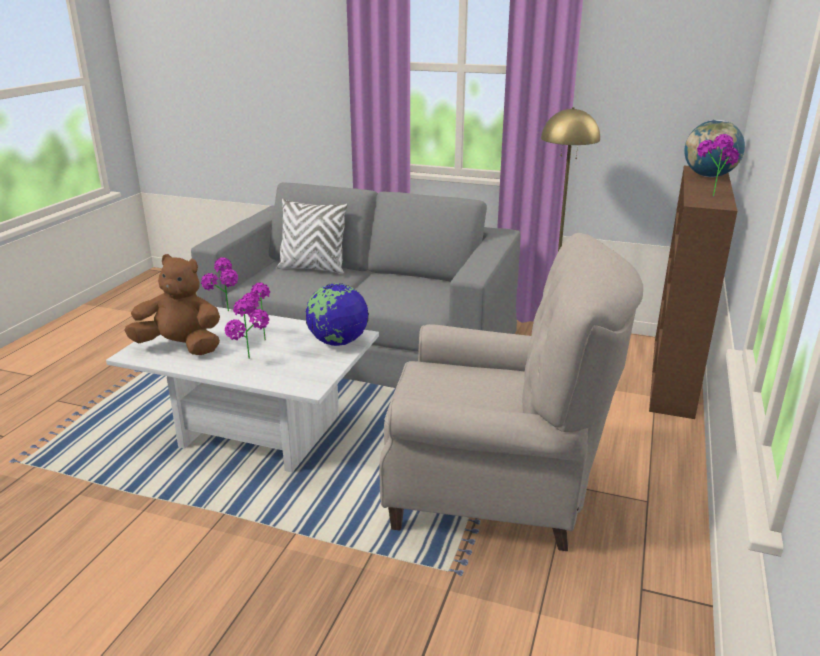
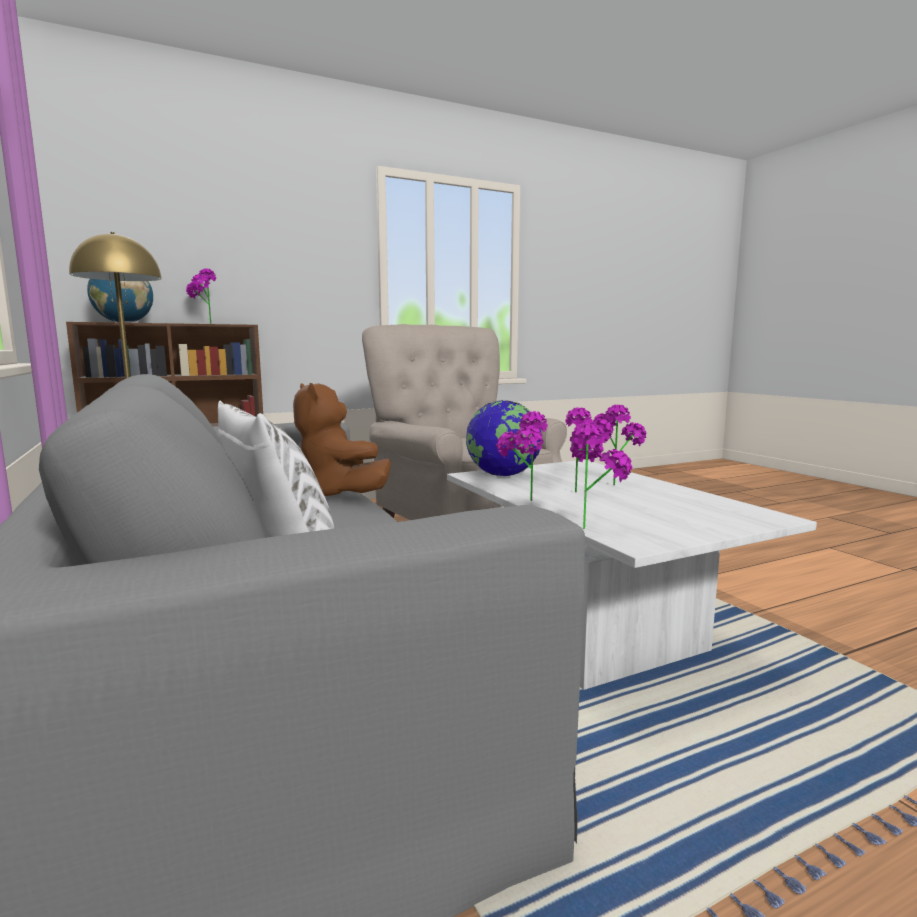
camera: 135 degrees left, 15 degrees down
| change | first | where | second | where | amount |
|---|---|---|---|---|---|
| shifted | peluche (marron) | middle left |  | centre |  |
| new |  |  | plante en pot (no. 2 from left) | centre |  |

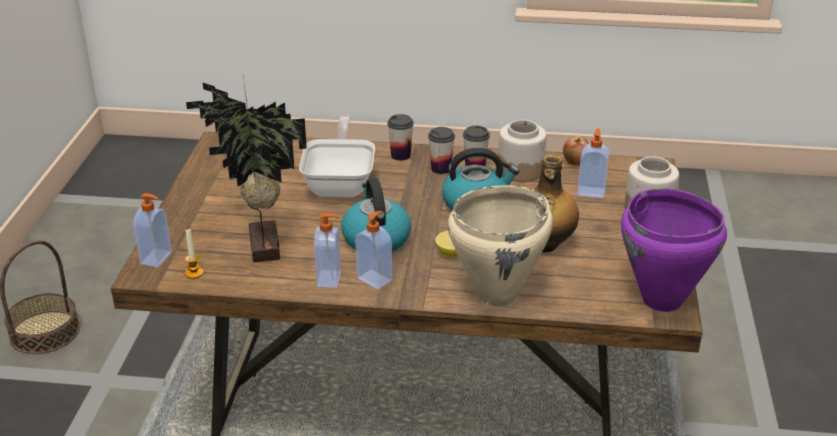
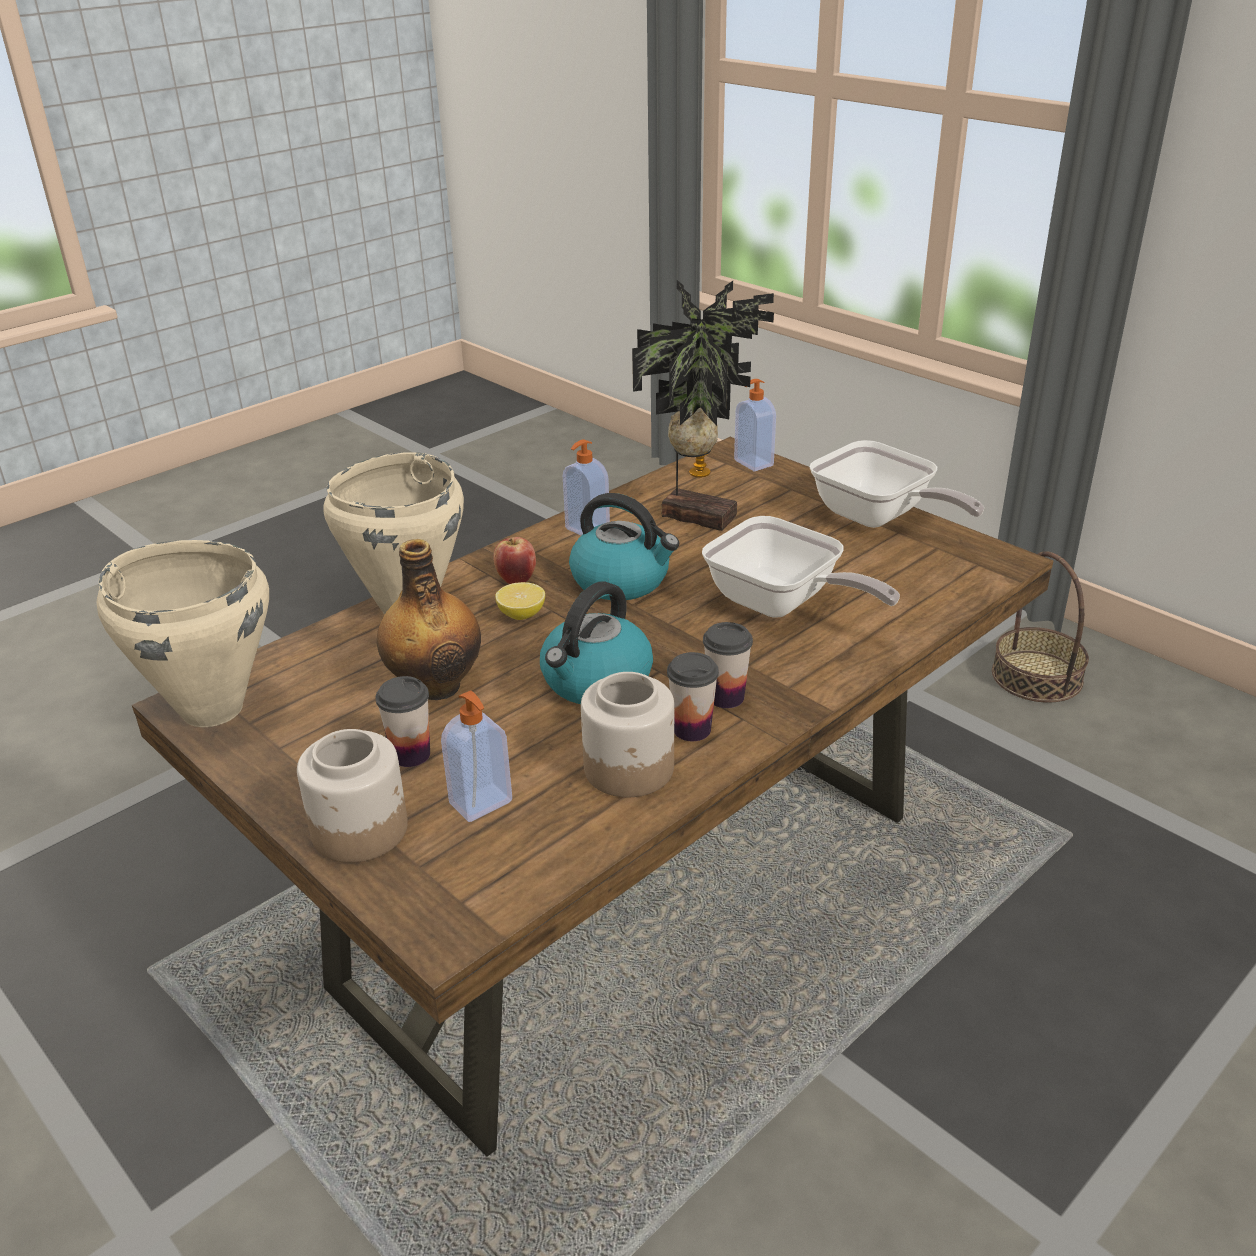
camera: 130 degrees right, 0 degrees up
| change | first | where | second | where | amount |
|---|---|---|---|---|---|
| gone | distributeur de savon (no. 3 from left) | centre |  |  |  |
| shifted | tasse (no. 1 from left) | top centre |  | middle left |  |
| shifted | pomme | middle right |  | centre |  |
| repainted | marmite (violet) | middle right | marmite (beige) (no. 1 from left) | middle left |  |
| new |  |  | poêle (no. 2 from left) | middle right |  |

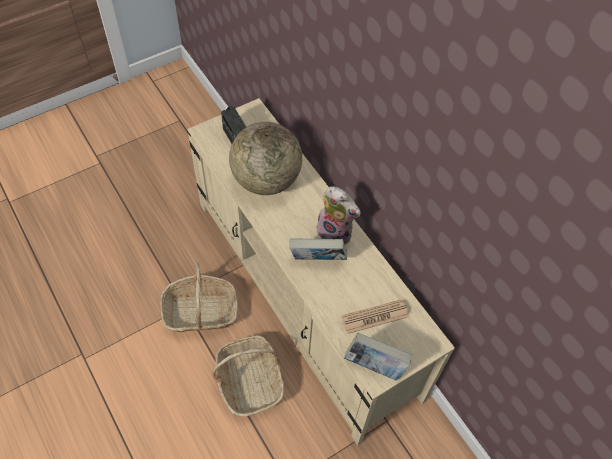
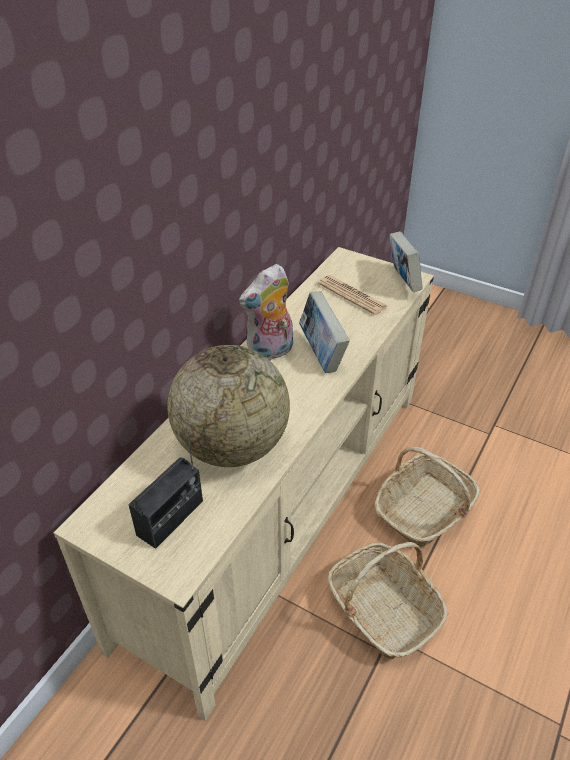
camera: 115 degrees left, 15 degrees down
| change | first | where | second | where | amount |
|---|---|---|---|---|---|
| rotated | peluche | centre |  | centre | 135 degrees counterclockwise |

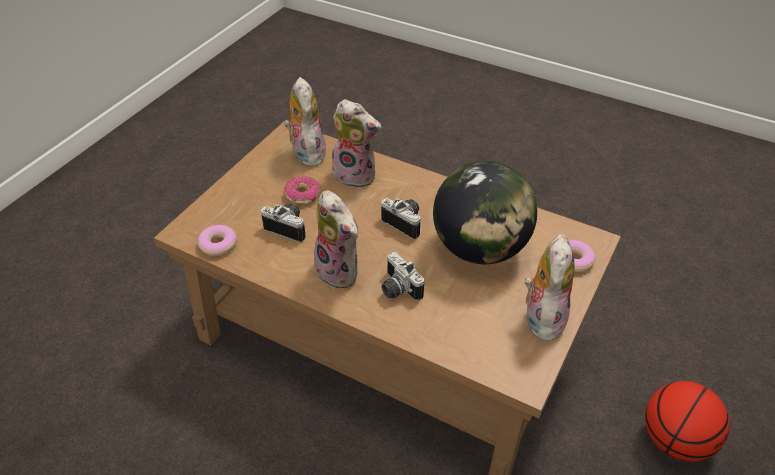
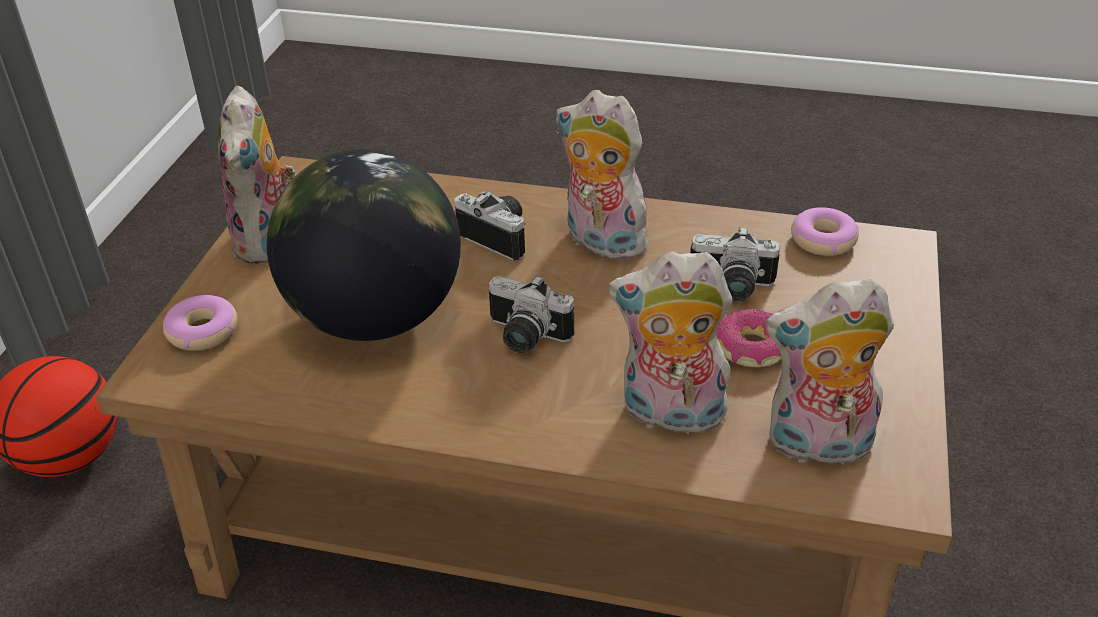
camera: 165 degrees right, 5 degrees down
| change | first | where | second | where | amount |
|---|---|---|---|---|---|
| rotated | peluche (no. 1 from left in the first image) | top centre | peluche (no. 4 from left) | middle right | 120 degrees clockwise |

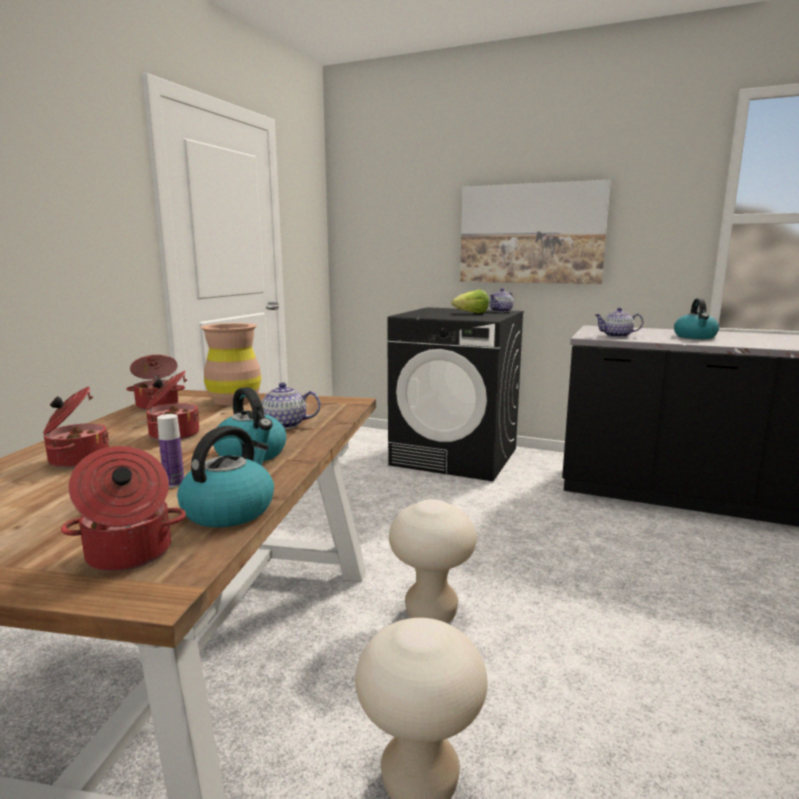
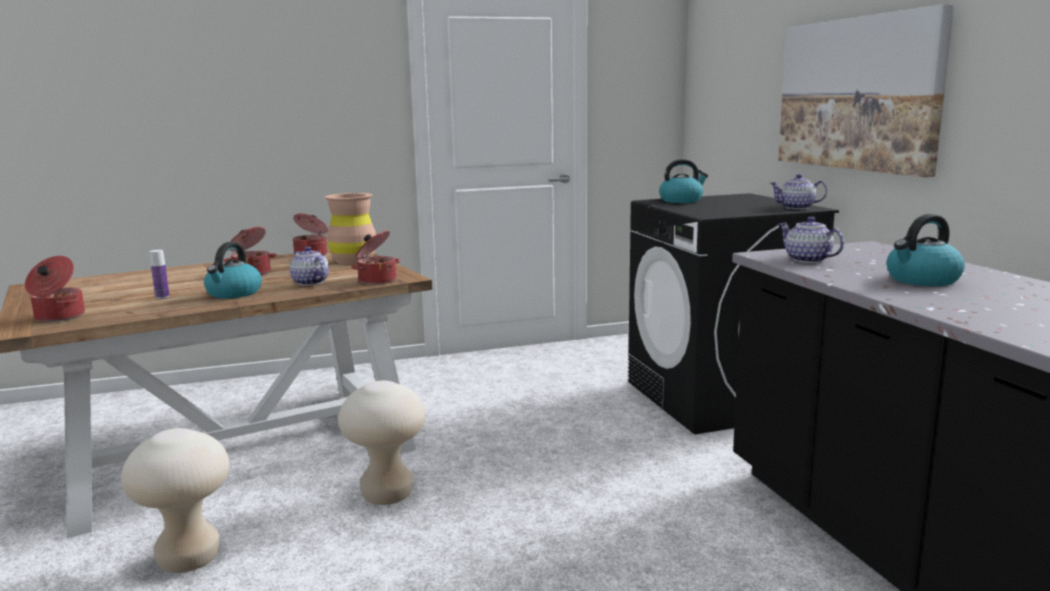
camera: 50 degrees right, 0 degrees up
| change | first | where | second | where | amount |
|---|---|---|---|---|---|
| shifted | marmite (no. 1 from left in the first image) | middle left | marmite (no. 4 from left) | centre |  |
| shifted | bouilloire (no. 1 from left in the first image) | middle left | bouilloire (no. 2 from left) | top centre |  |
| gone | laitue | centre |  |  |  |

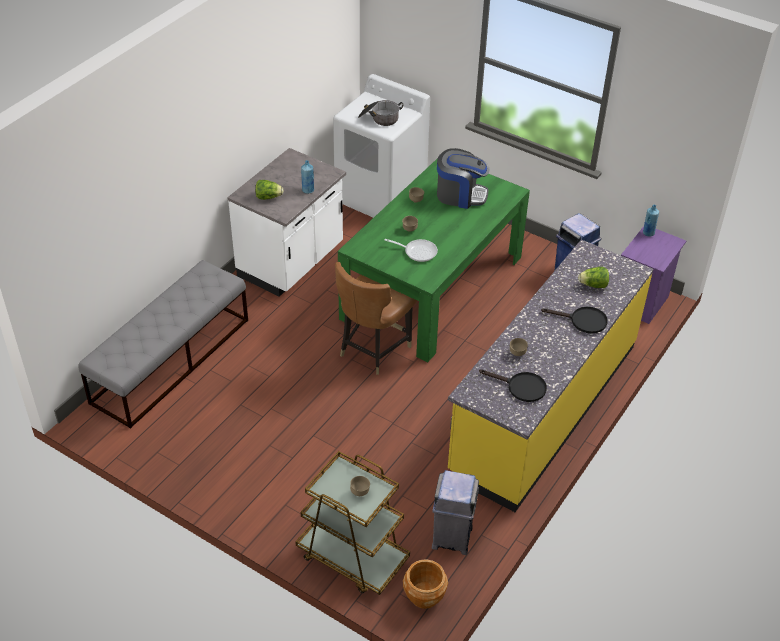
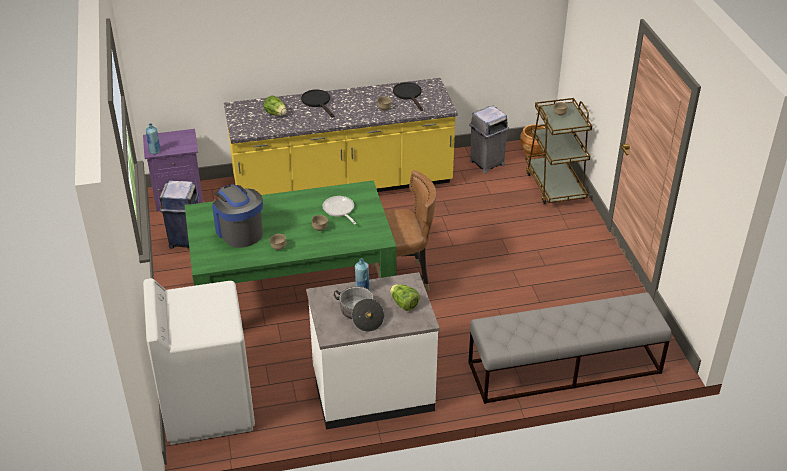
camera: 135 degrees left, 5 degrees down
| change | first | where | second | where | amount |
|---|---|---|---|---|---|
| shifted | marmite | top centre |  | centre |  |

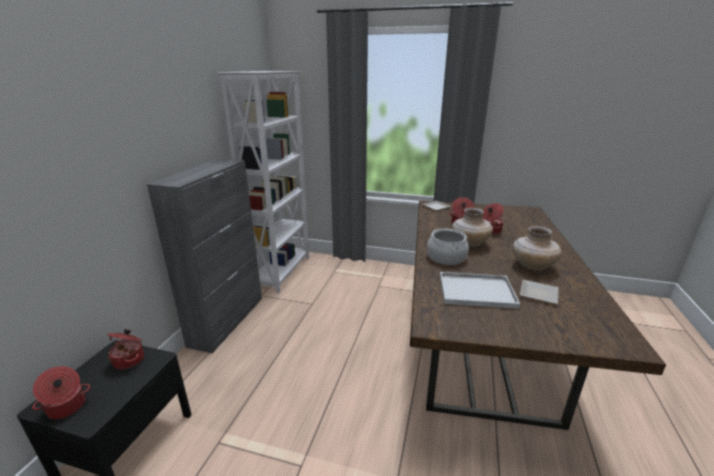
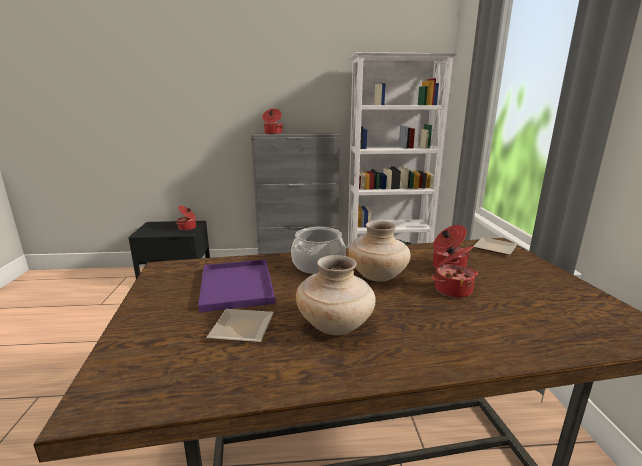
camera: 70 degrees right, 5 degrees down
| change | first | where | second | where | amount |
|---|---|---|---|---|---|
| shifted | marmite (no. 1 from left in the first image) | bottom left | marmite (no. 2 from left) | top centre |  |
| repainted | plateau (blanc) | middle right | plateau (violet) | centre |  |

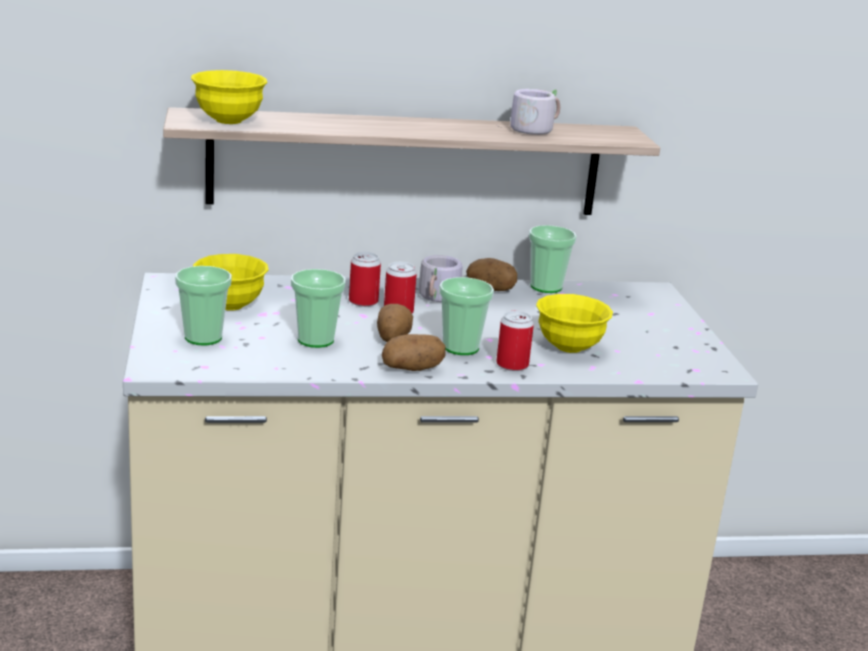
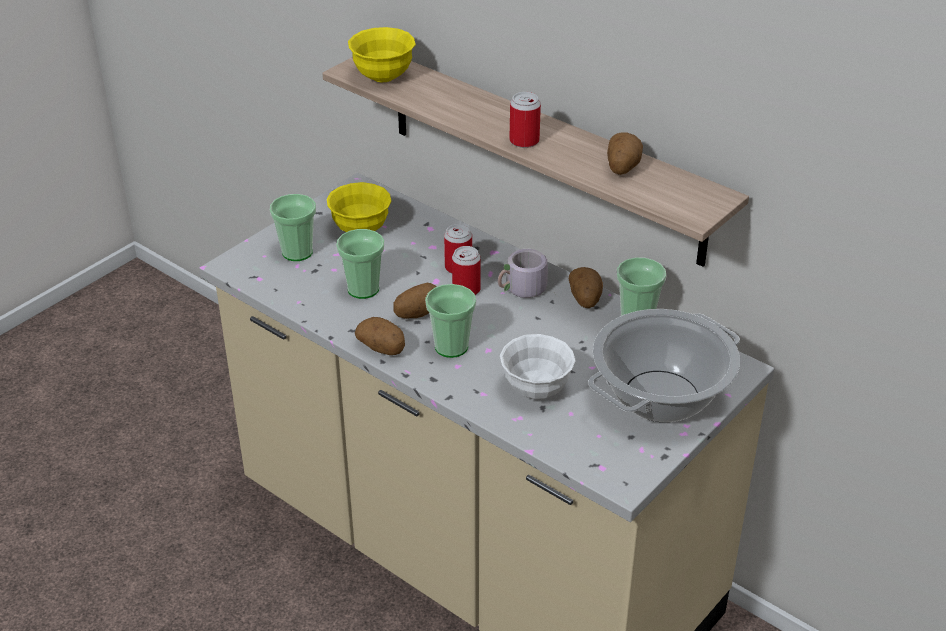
camera: 50 degrees right, 15 degrees up
| change | first | where | second | where | amount |
|---|---|---|---|---|---|
| shifted | boîte métallique (no. 3 from left) | centre |  | top centre |  |
| swapped | mug (gris) (no. 2 from left) | top centre | pomme de terre (no. 4 from left) | top centre |  |
| repainted | bol (jaune) (no. 3 from left) | centre | bol (blanc) | centre |  |
| new |  |  | marmite | middle right |  |

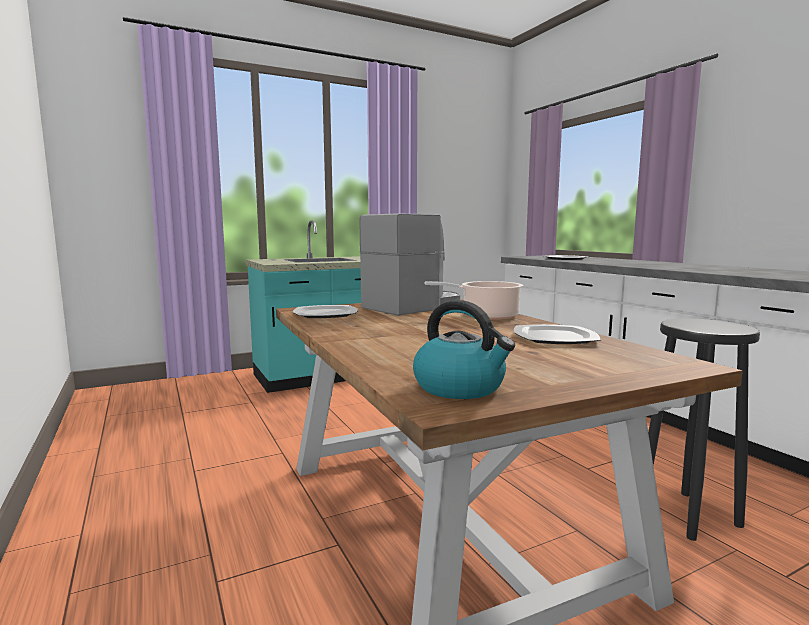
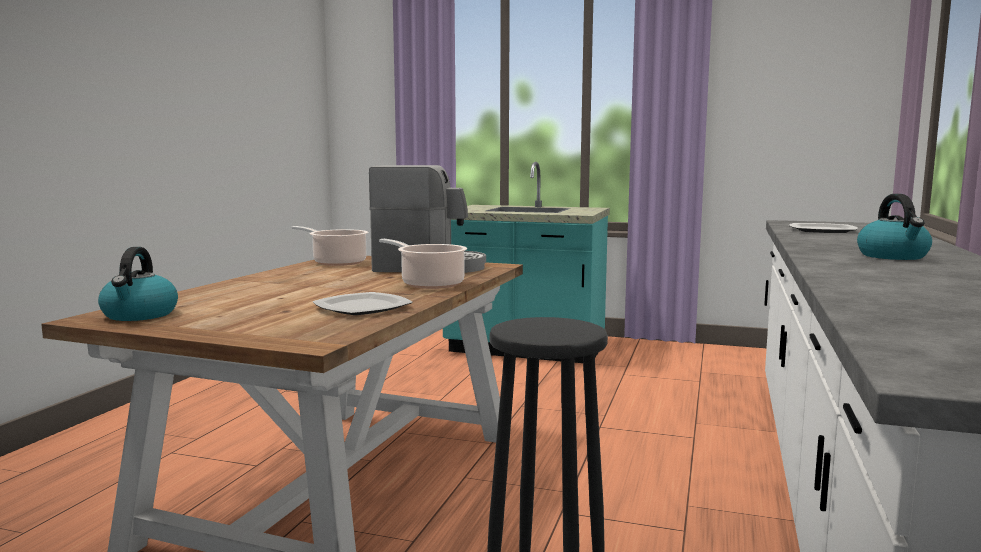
camera: 45 degrees right, 0 degrees up
| change | first | where | second | where | amount |
|---|---|---|---|---|---|
| swapped | assiette (no. 1 from left) | centre | marmite (no. 1 from left) | centre |  |
| new |  |  | bouilloire (no. 2 from left) | middle right |  |

